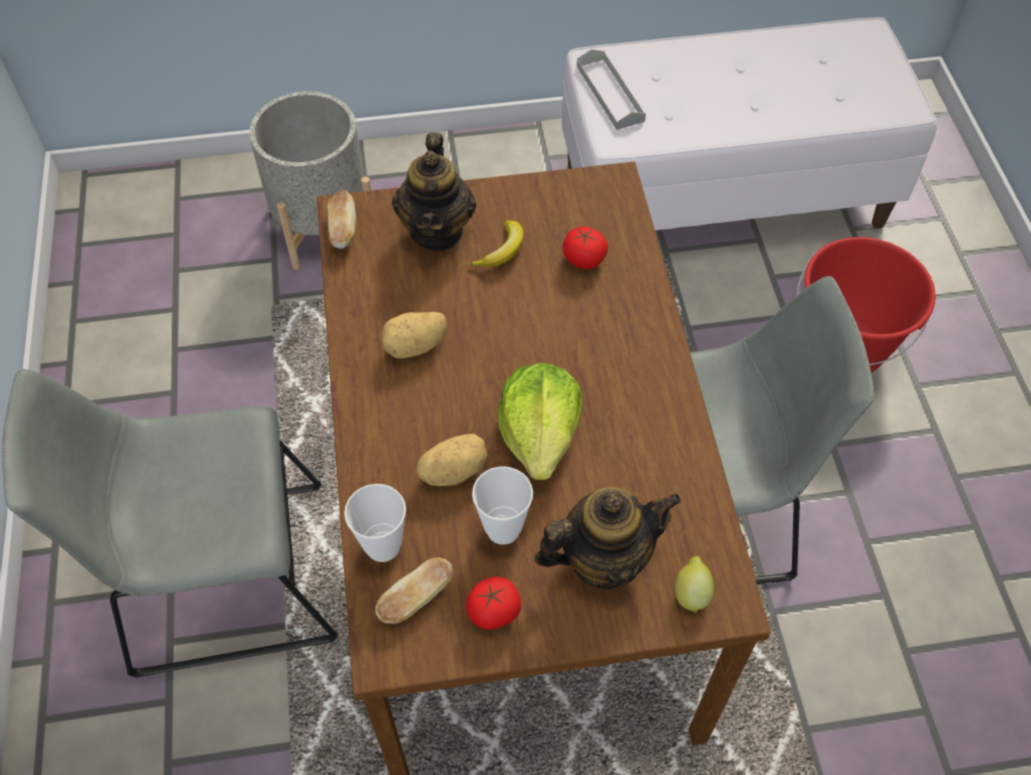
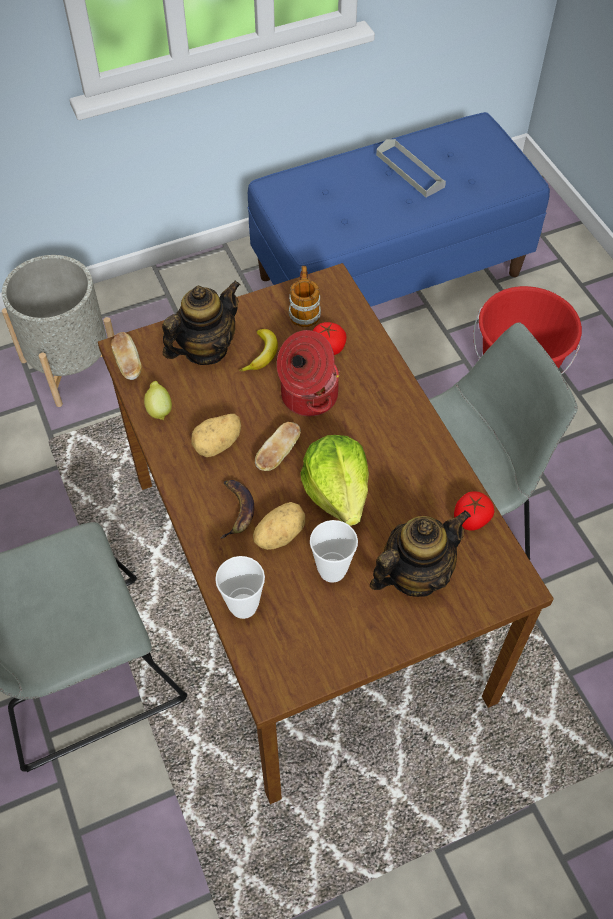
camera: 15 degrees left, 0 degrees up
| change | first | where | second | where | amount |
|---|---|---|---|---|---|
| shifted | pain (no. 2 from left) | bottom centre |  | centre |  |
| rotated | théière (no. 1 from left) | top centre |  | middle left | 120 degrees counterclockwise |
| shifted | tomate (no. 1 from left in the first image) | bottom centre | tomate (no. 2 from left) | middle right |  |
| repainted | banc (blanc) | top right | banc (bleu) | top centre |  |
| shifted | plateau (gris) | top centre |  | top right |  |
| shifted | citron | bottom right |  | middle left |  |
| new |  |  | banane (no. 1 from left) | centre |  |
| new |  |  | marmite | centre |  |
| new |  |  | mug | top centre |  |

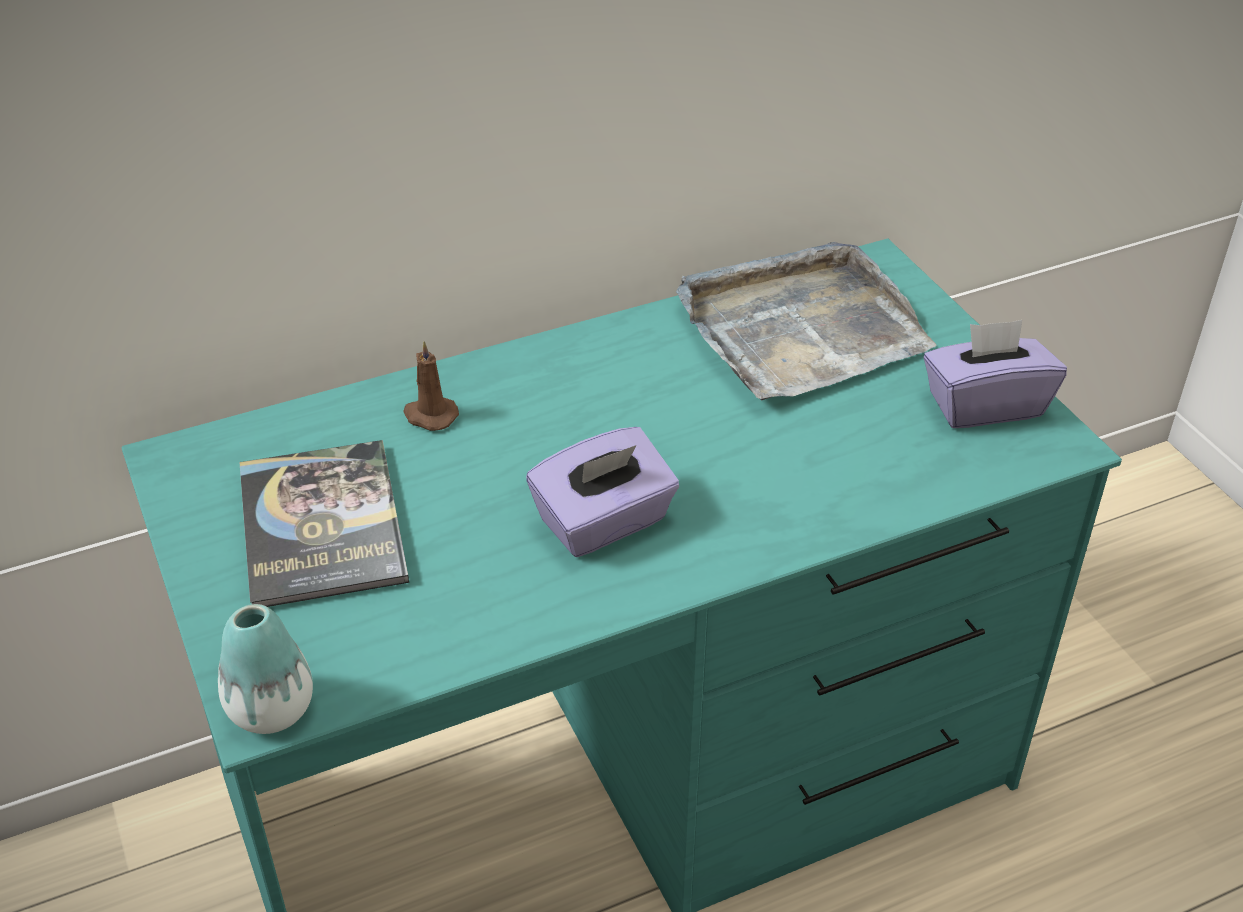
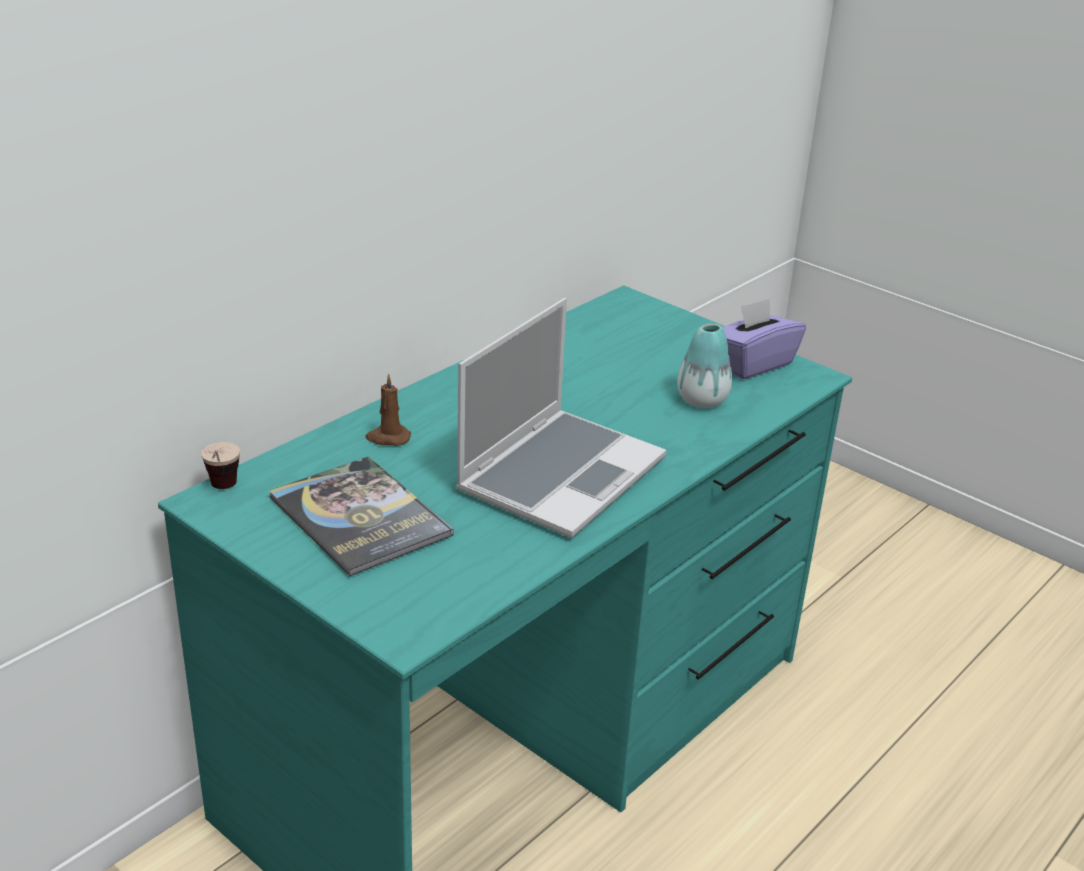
camera: 25 degrees left, 10 degrees down
| change | first | where | second | where | amount |
|---|---|---|---|---|---|
| shifted | vase | bottom left |  | centre |  |
| swapped | boîte à mouchoirs (violet) (no. 1 from left) | centre | ordinateur portable | centre |  |
| gone | plateau (gris) | centre |  |  |  |
| new |  |  | tasse | middle left |  |

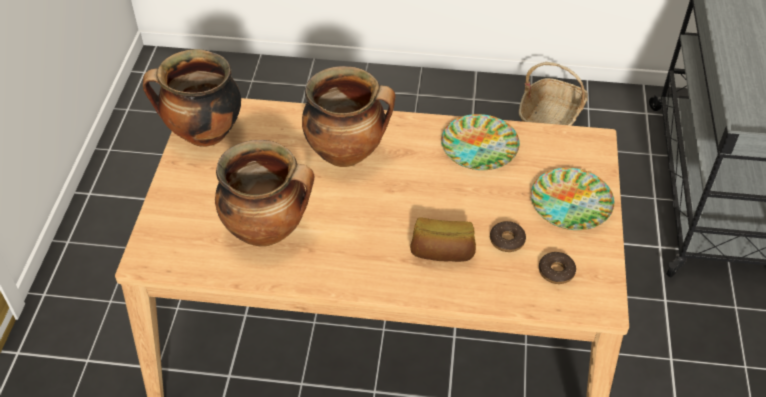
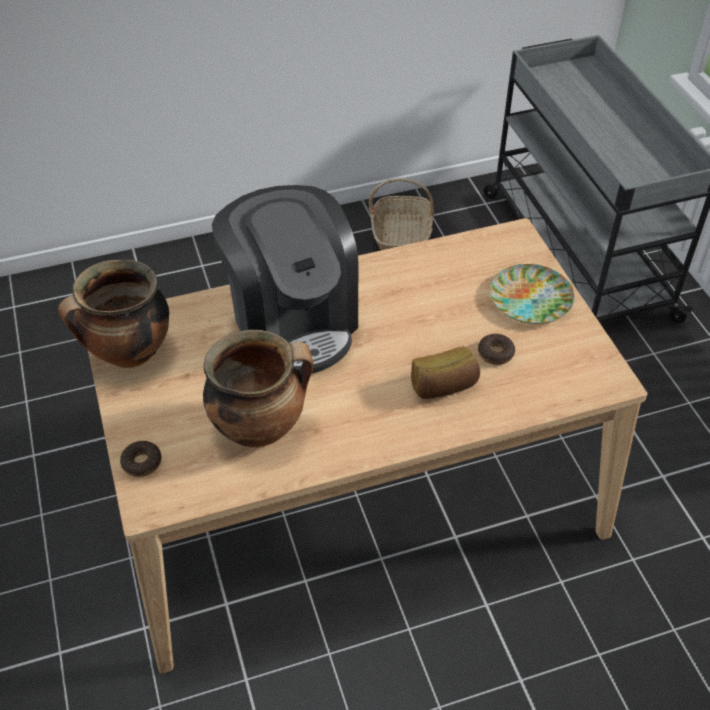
camera: 25 degrees left, 0 degrees up
| change | first | where | second | where | amount |
|---|---|---|---|---|---|
| swapped | marmite (no. 3 from left) | top centre | machine à café | centre |  |
| gone | assiette (no. 1 from left) | centre |  |  |  |
| shifted | beignet (no. 2 from left in the first image) | bottom right | beignet (no. 1 from left) | middle left |  |

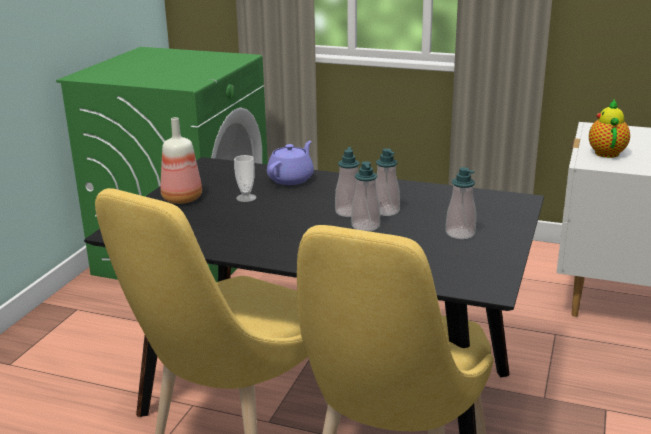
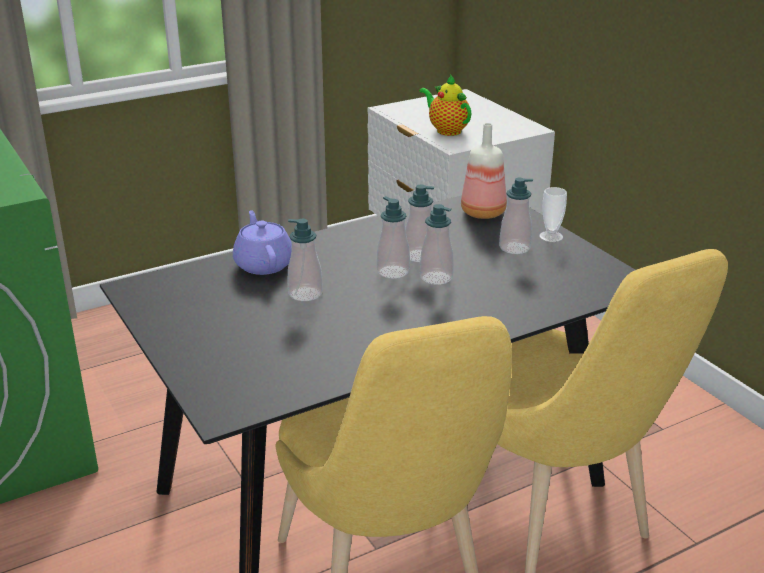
camera: 50 degrees left, 5 degrees up
| change | first | where | second | where | amount |
|---|---|---|---|---|---|
| shifted | bouteille | middle left |  | top centre |  |
| shifted | tasse | centre |  | middle right |  |
| new |  |  | distributeur de savon (no. 1 from left) | centre |  |

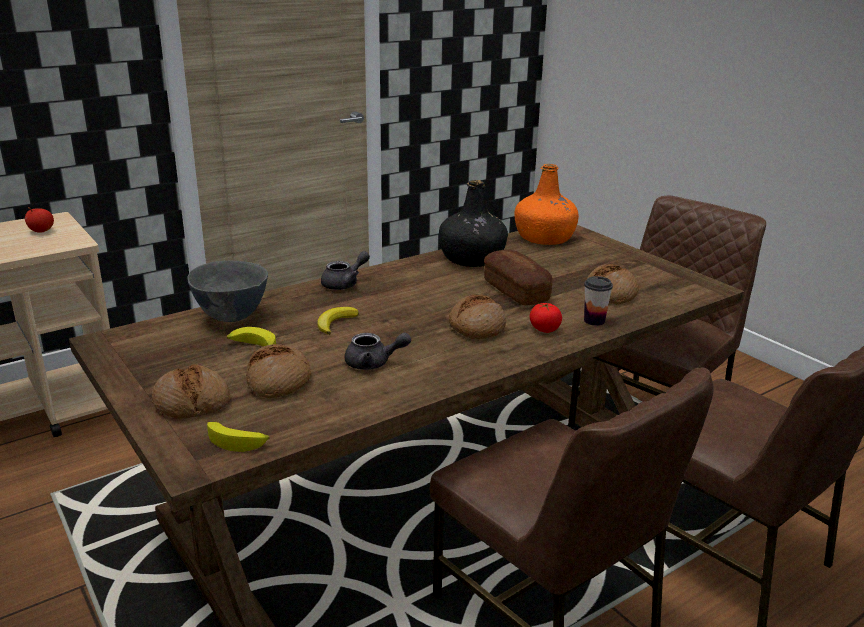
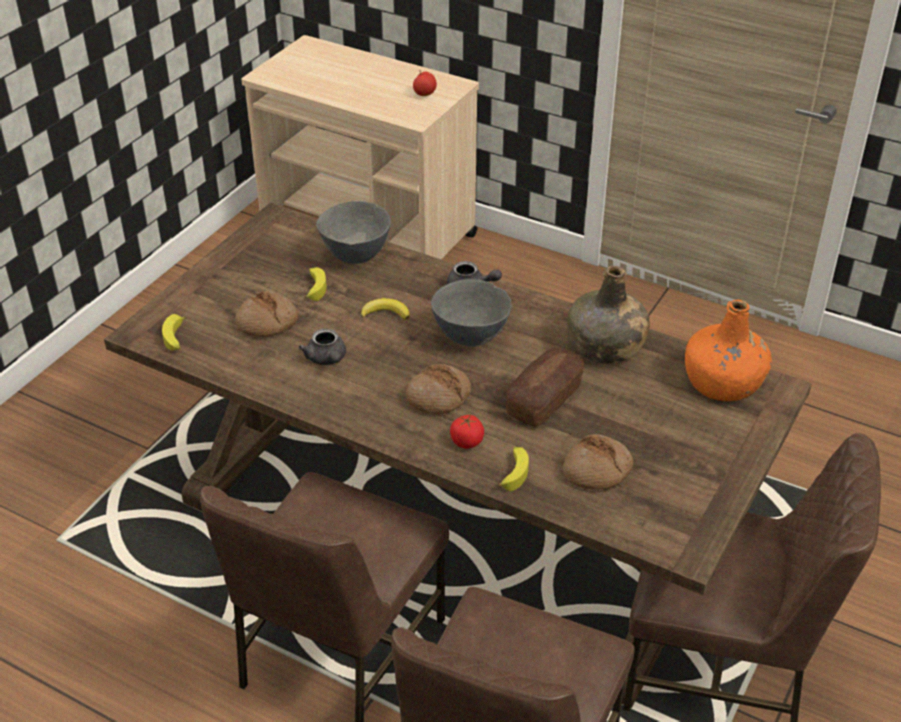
camera: 65 degrees right, 15 degrees up
| change | first | where | second | where | amount |
|---|---|---|---|---|---|
| gone | pain (no. 1 from left) | middle left |  |  |  |
| repainted | bouteille (noir) | centre | bouteille (vert) | middle right |  |
| swapped | tasse | middle right | banane (no. 4 from left) | centre |  |
| new |  |  | bol (gris) (no. 2 from left) | centre |  |

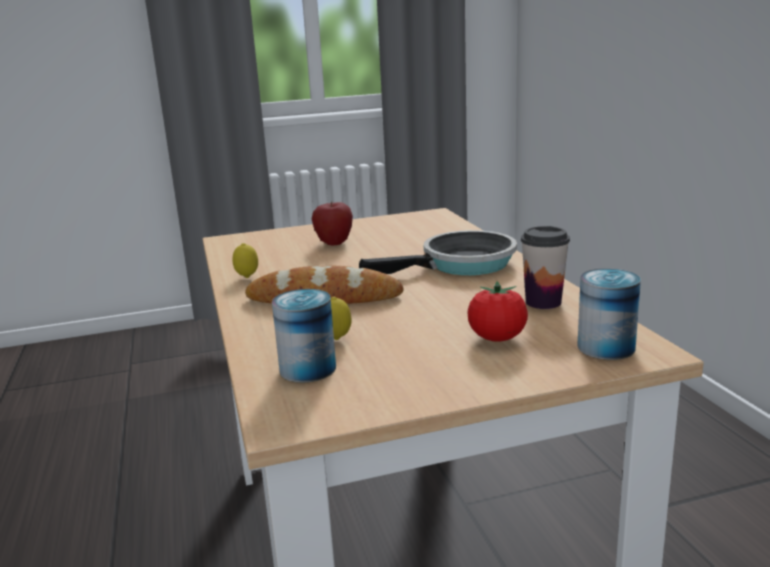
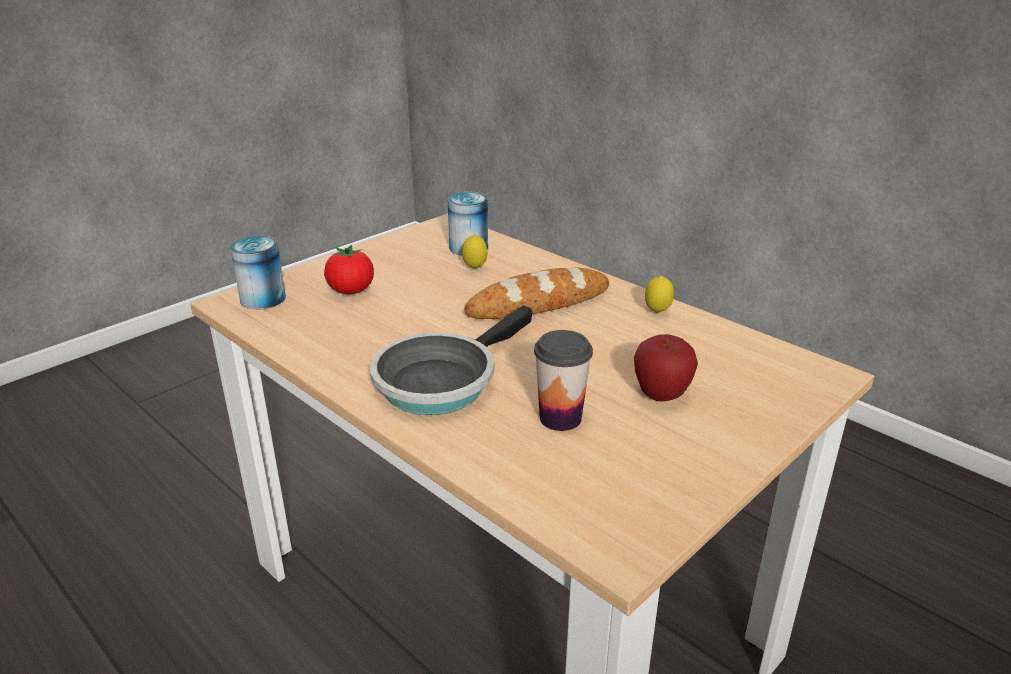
camera: 150 degrees right, 10 degrees up
| change | first | where | second | where | amount |
|---|---|---|---|---|---|
| shifted | tasse | middle right |  | centre |  |

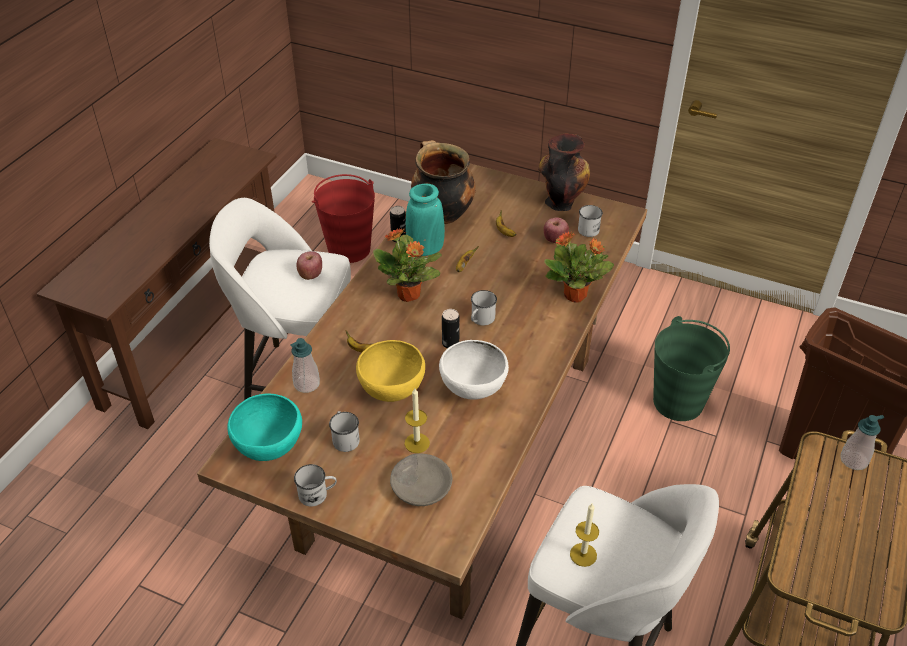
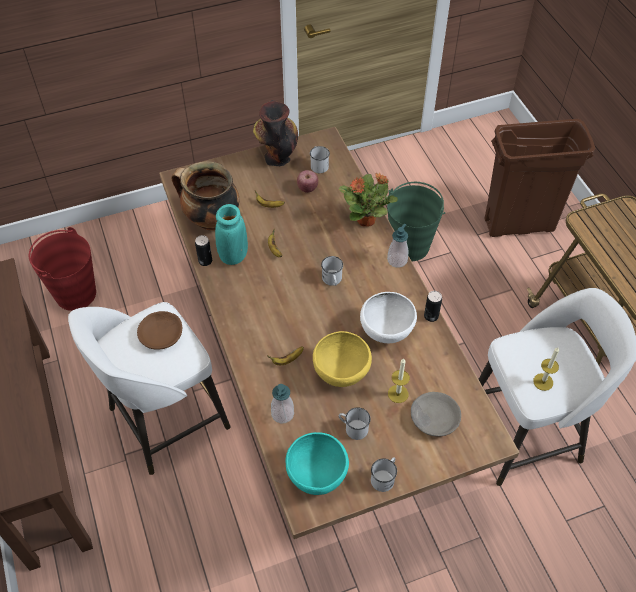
camera: 45 degrees left, 10 degrees up
| change | first | where | second | where | amount |
|---|---|---|---|---|---|
| swapped | pomme (no. 1 from left) | centre | bol (marron) | middle left |  |
| gone | plante en pot (no. 1 from left) | centre |  |  |  |
| shifted | boîte métallique (no. 2 from left) | centre |  | middle right |  |
| shifted | distributeur de savon (no. 2 from left) | bottom right |  | centre |  |

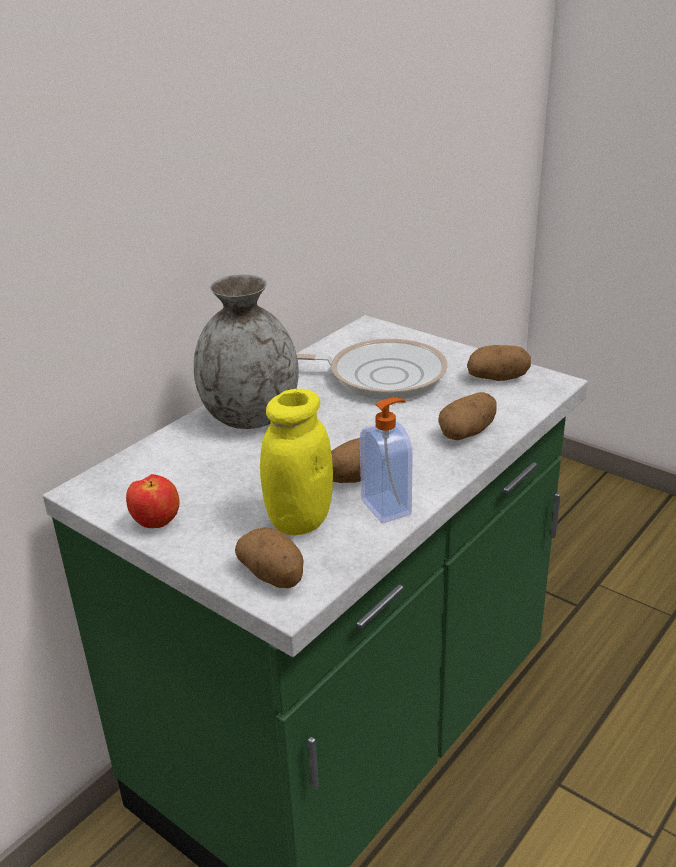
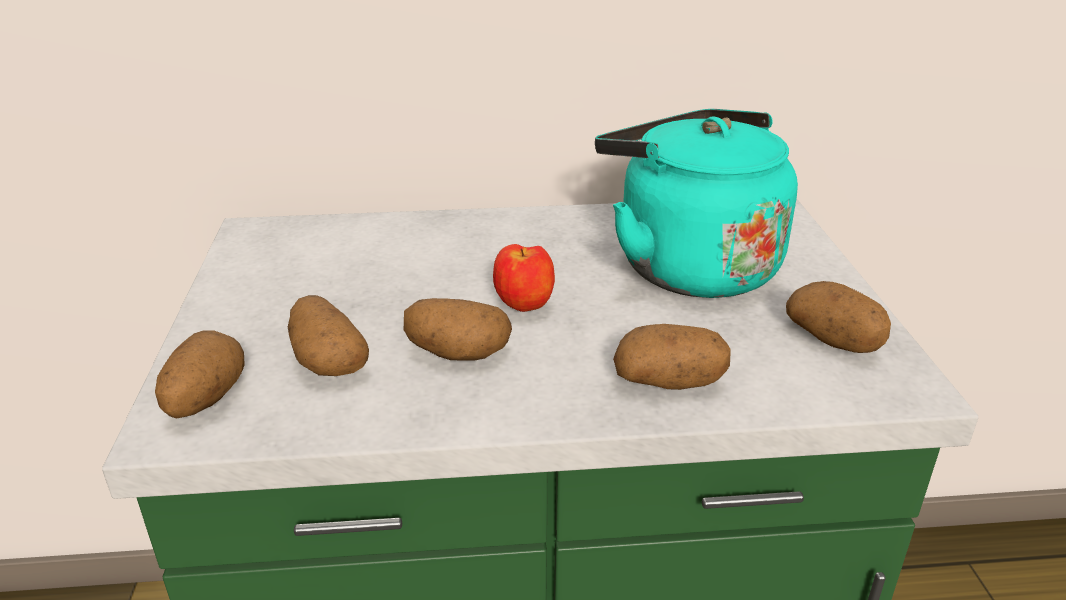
camera: 45 degrees right, 0 degrees up
| change | first | where | second | where | amount |
|---|---|---|---|---|---|
| shifted | pomme | middle left |  | centre |  |
| gone | vase (gris) | centre |  |  |  |
| swapped | bocal (jaune) | centre | pomme de terre (no. 2 from left) | middle left |  |
| swapped | poêle | centre | bouilloire (turquoise) | centre |  |
| gone | distributeur de savon | centre |  |  |  |

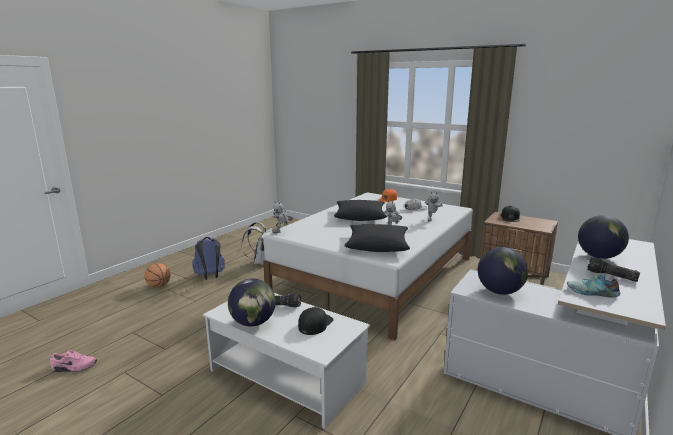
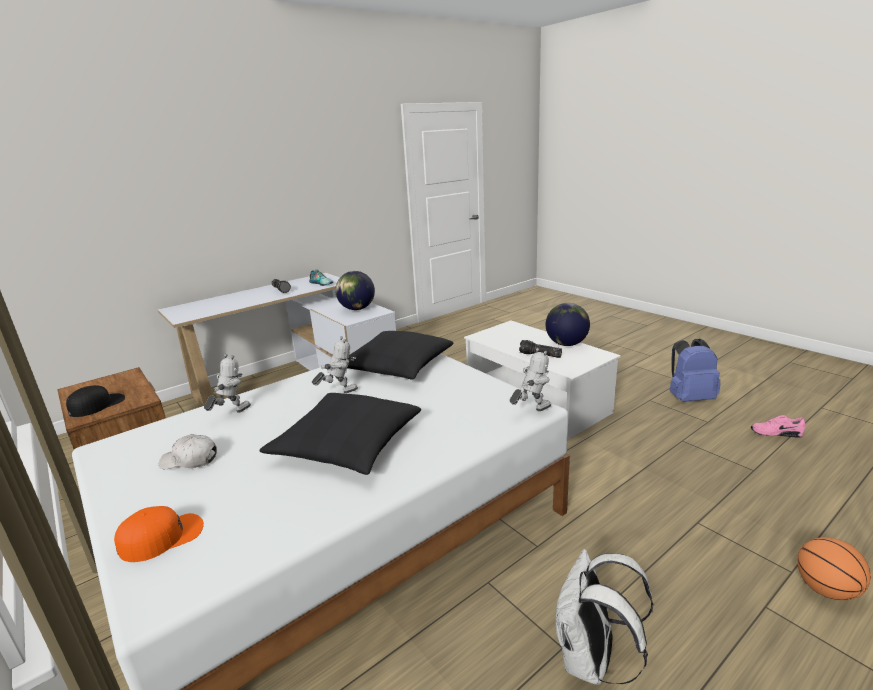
camera: 160 degrees left, 5 degrees up
| change | first | where | second | where | amount |
|---|---|---|---|---|---|
| shifted | sac à dos (bleu) | middle left |  | middle right |  |
| gone | casquette (noir) (no. 1 from left) | bottom centre |  |  |  |
| gone | globe (no. 3 from left) | middle right |  |  |  |

